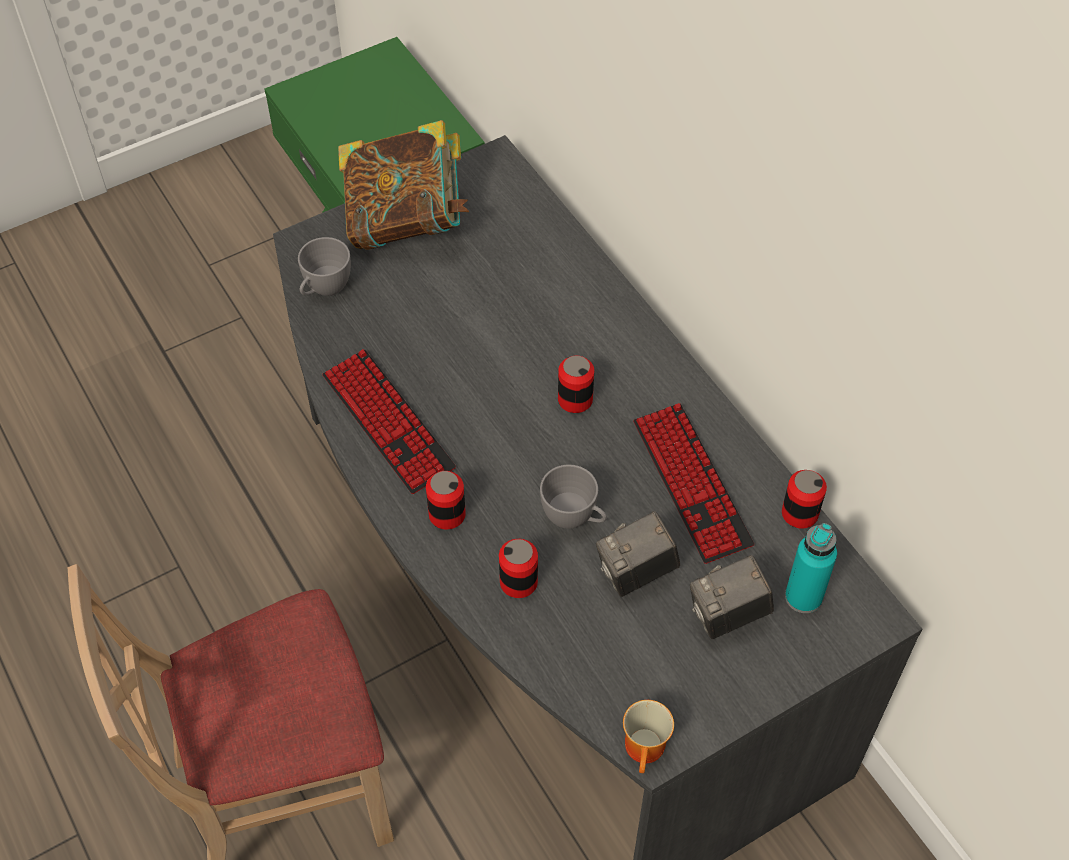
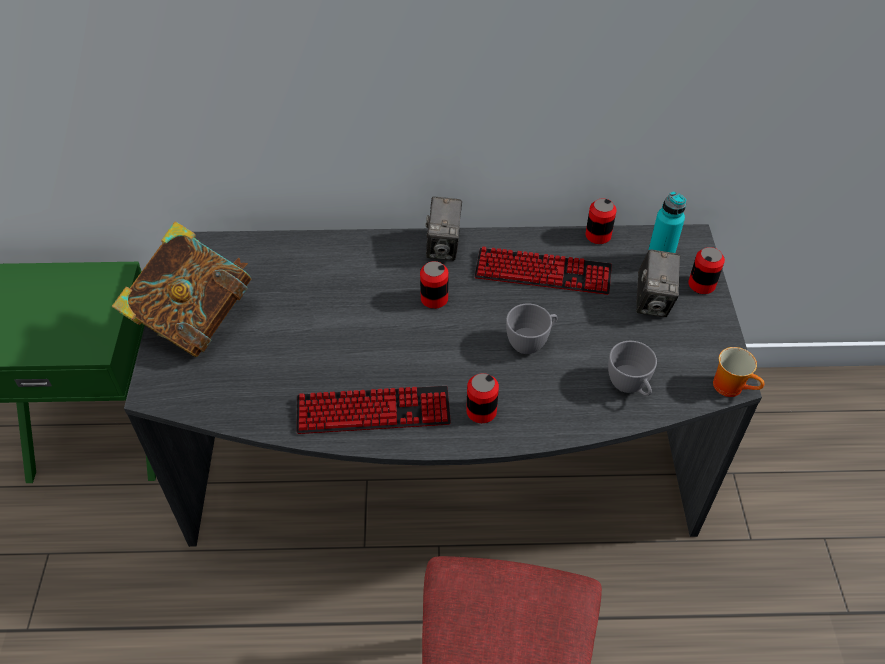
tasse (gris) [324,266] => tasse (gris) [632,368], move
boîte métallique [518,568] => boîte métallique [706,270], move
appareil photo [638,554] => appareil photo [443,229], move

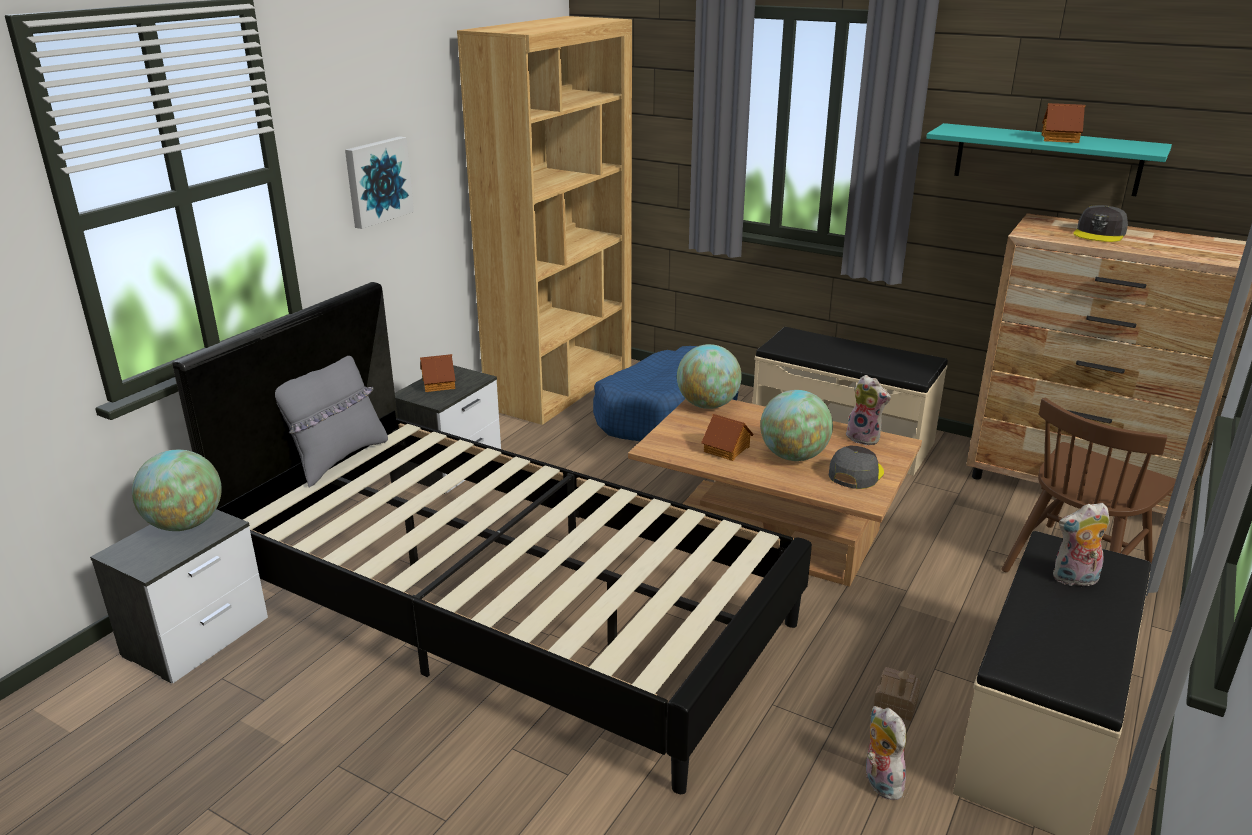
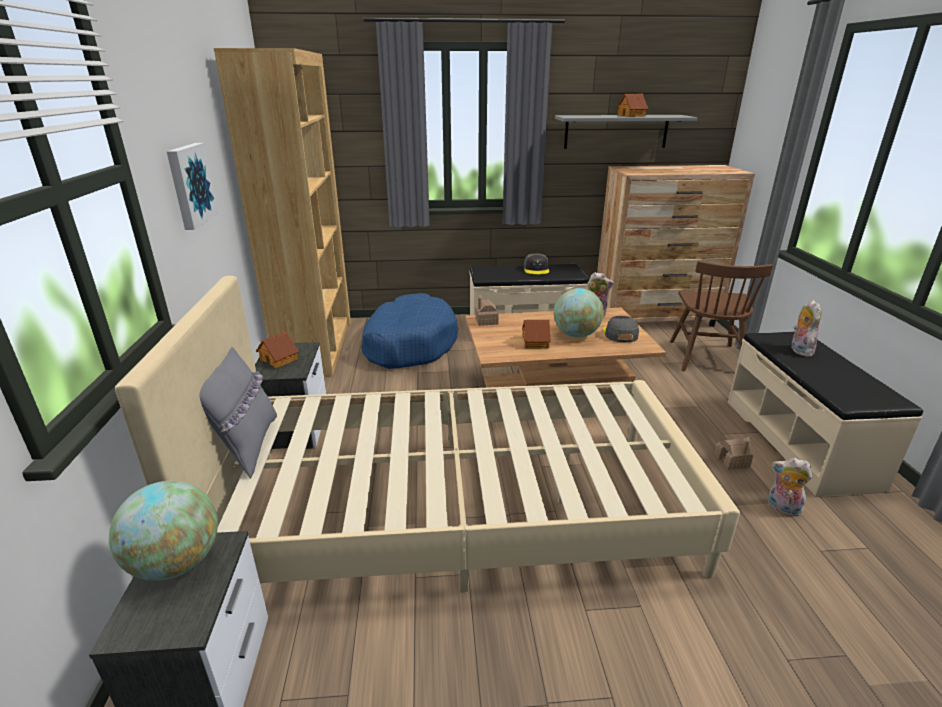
casquette (gris) [1100,223] => casquette (gris) [536,264], move
globe [709,376] => maison miniature [487,310]
lit (noir) [492,538] => lit (beige) [427,434]
étagère (turquoise) [1049,159] => étagère (gris) [626,132]
peluche [1081,544] => peluche [806,328], 135 degrees clockwise

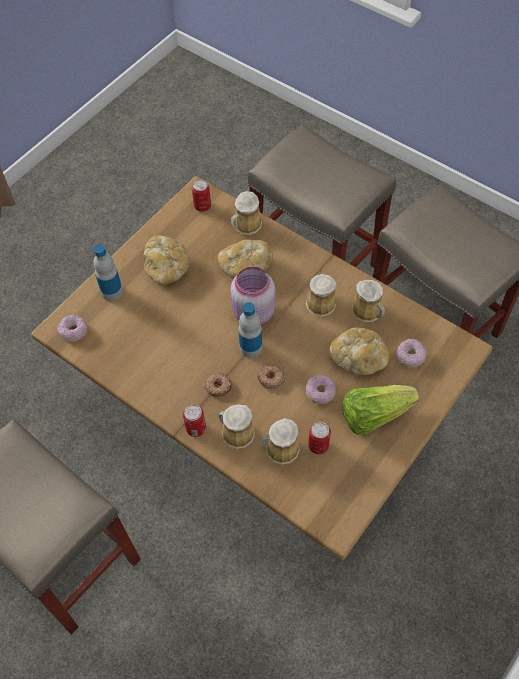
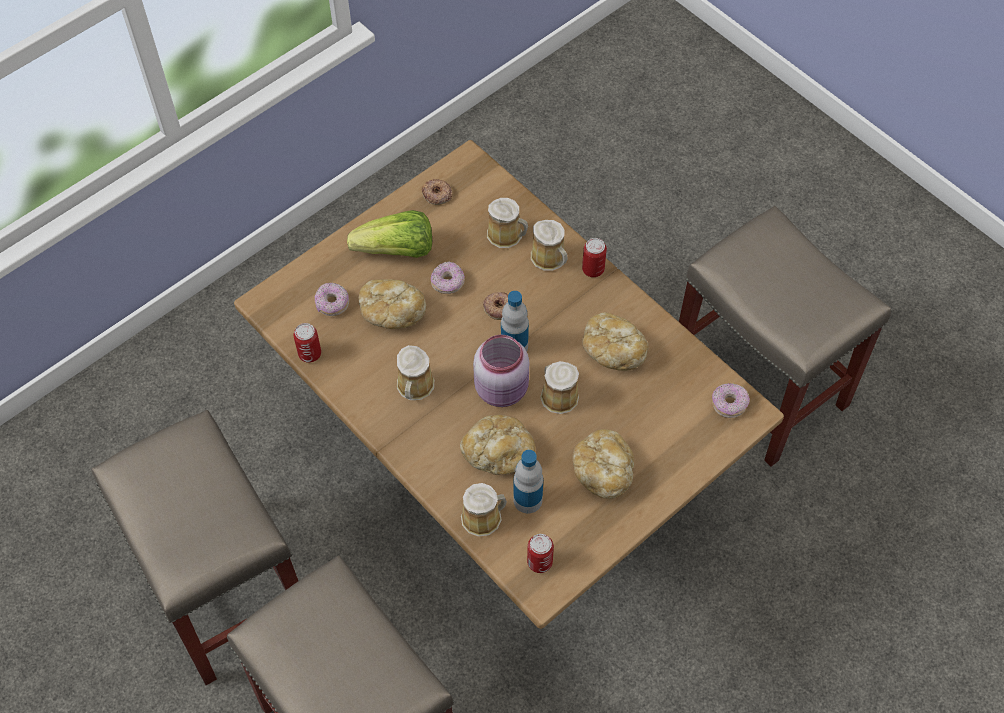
nothing => pain [615,341]
bouteille [108,272] => bouteille [528,482], move
beignet [218,385] => beignet [437,192], move
boîte métallique [319,438] => boîte métallique [307,343], move
mug [368,301] => mug [559,387], move

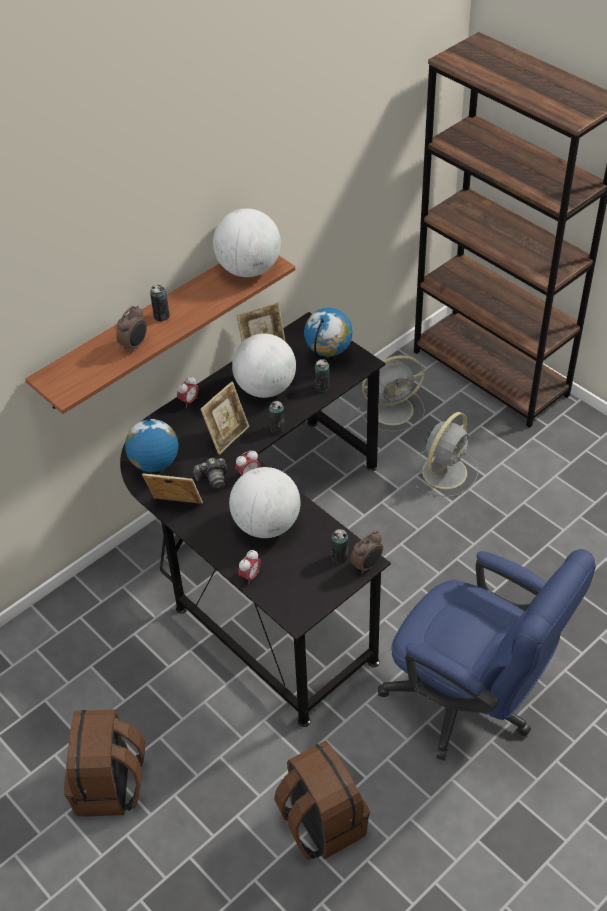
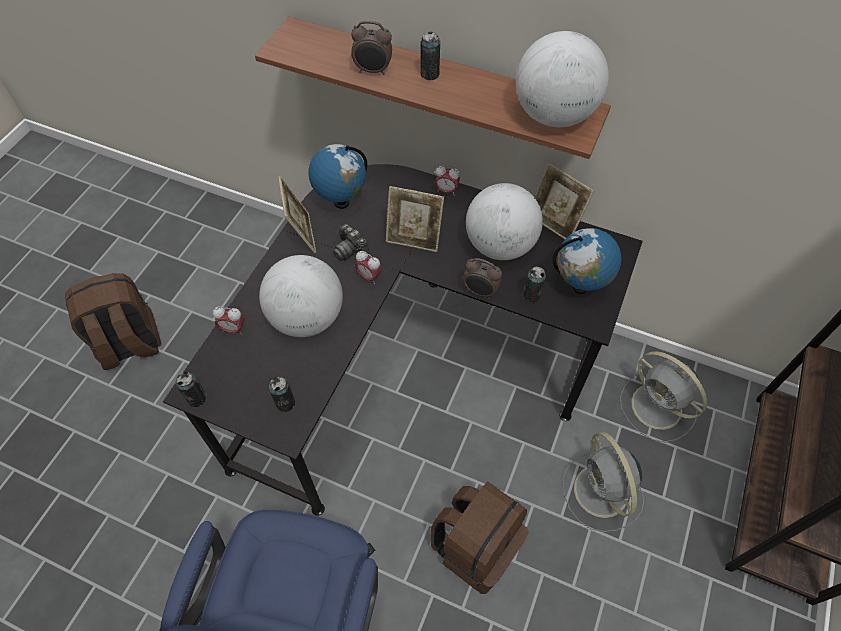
boîte métallique [277,417] => boîte métallique [191,389], move
sac à dos (marron) [322,800] => sac à dos (marron) [479,538], move
réveil [366,552] => réveil [482,278], move
ventilateur (gris) [446,454] => ventilateur (gris) [603,482], 60 degrees clockwise

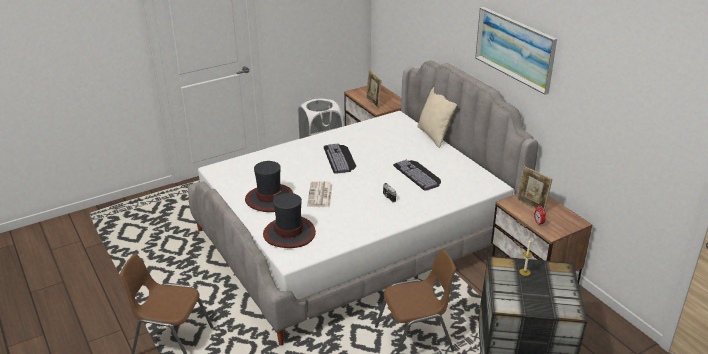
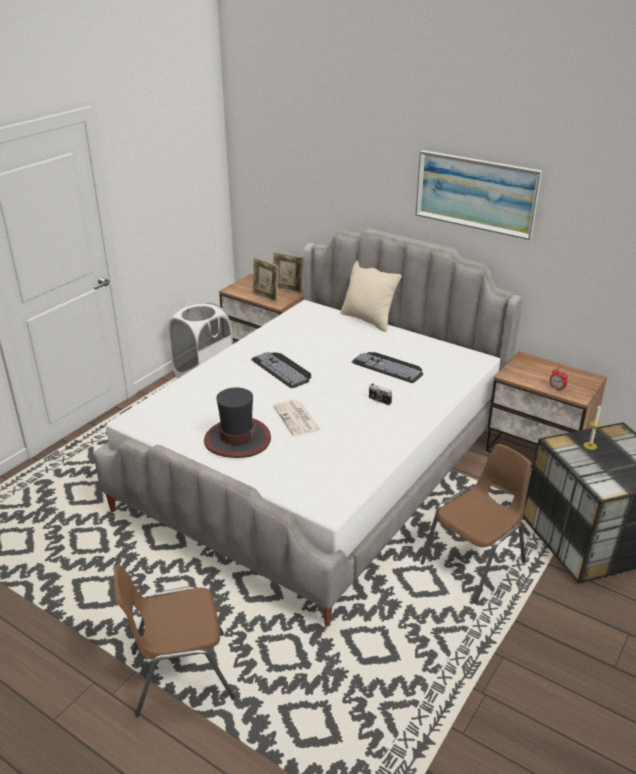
chapeau [289,220] => nothing
cadre photo [534,188] => cadre photo [288,273], move

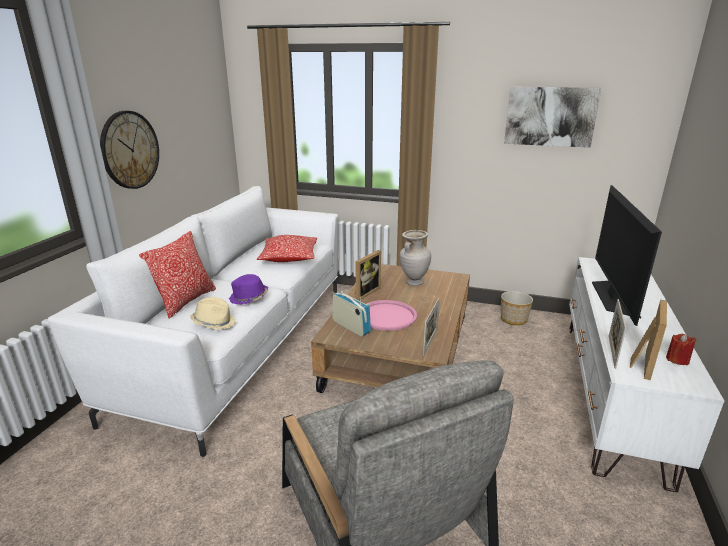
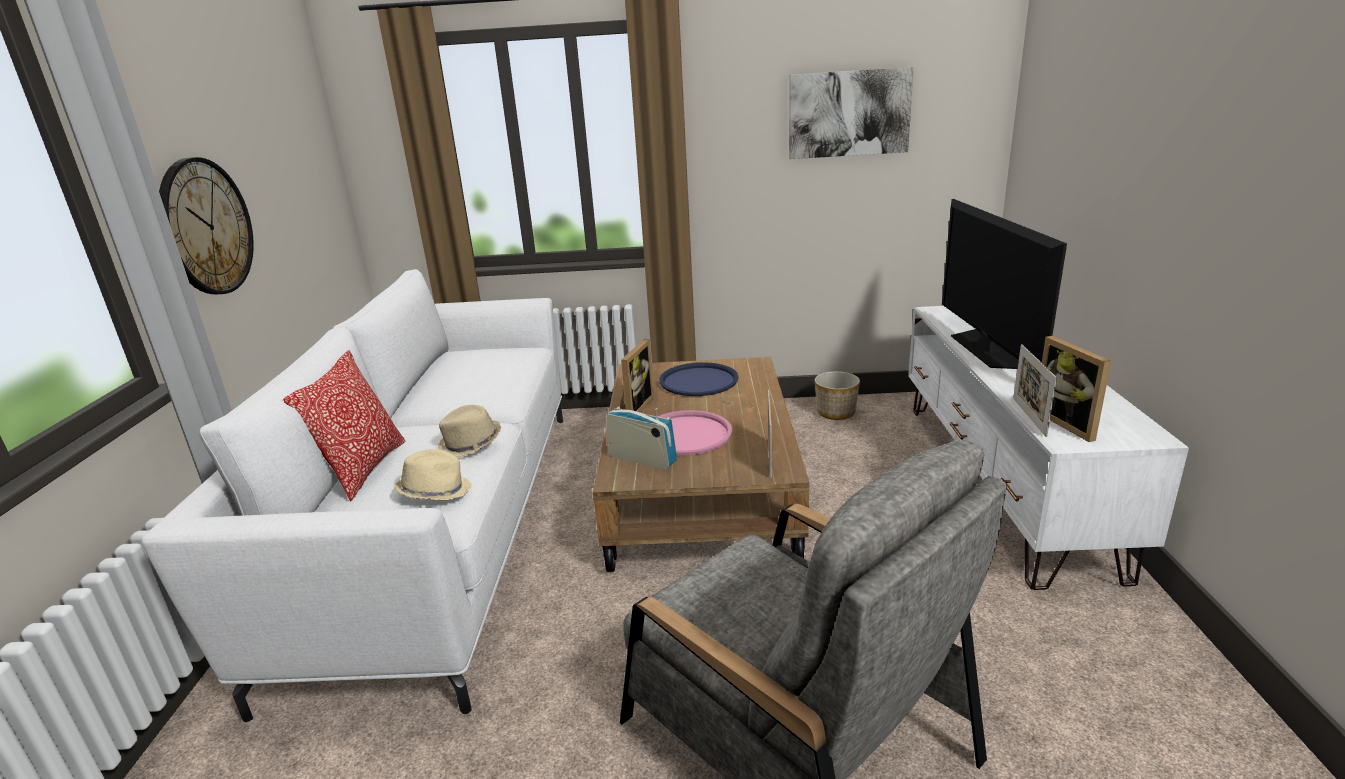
coussin [287,248] => nothing
bougie (rouge) [681,349] => nothing
vase (beige) [415,258] => plateau (bleu) [699,379]
chapeau (violet) [248,289] => chapeau (beige) [469,431]
cadre photo [648,340] => cadre photo [1076,389], 150 degrees clockwise

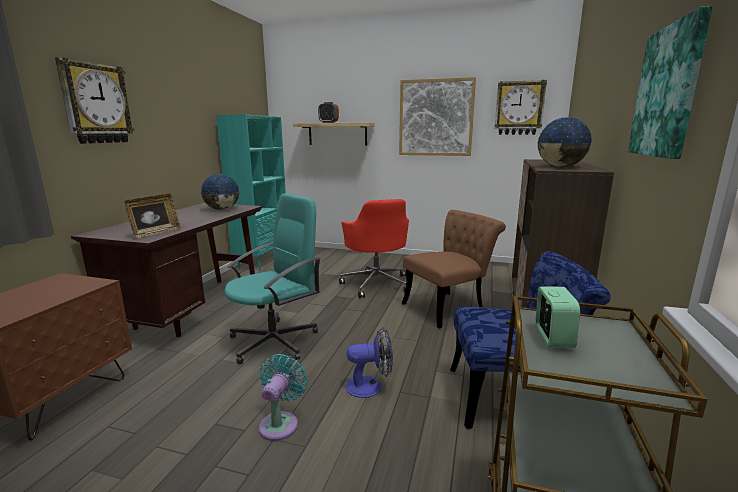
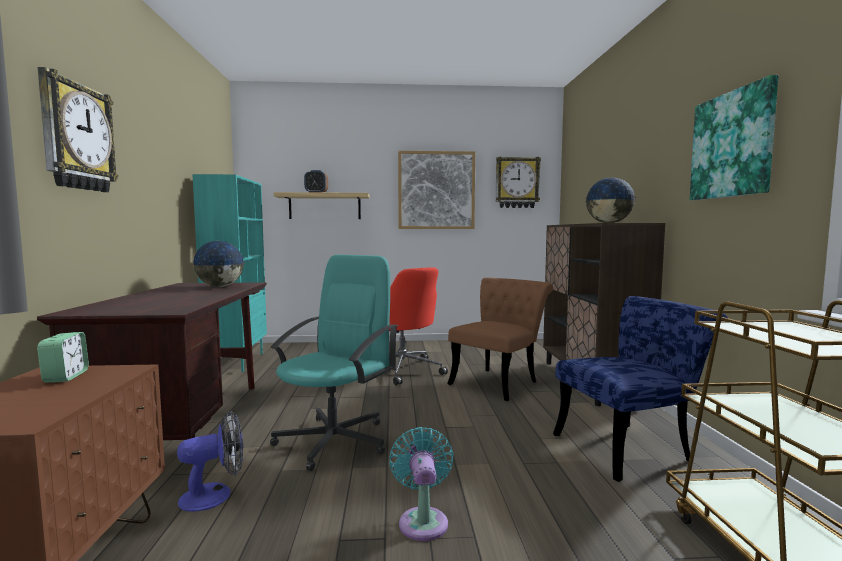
cadre photo [152,216] => nothing
ventilateur [369,362] => ventilateur [210,461], move
réveil [557,317] => réveil [63,357], move

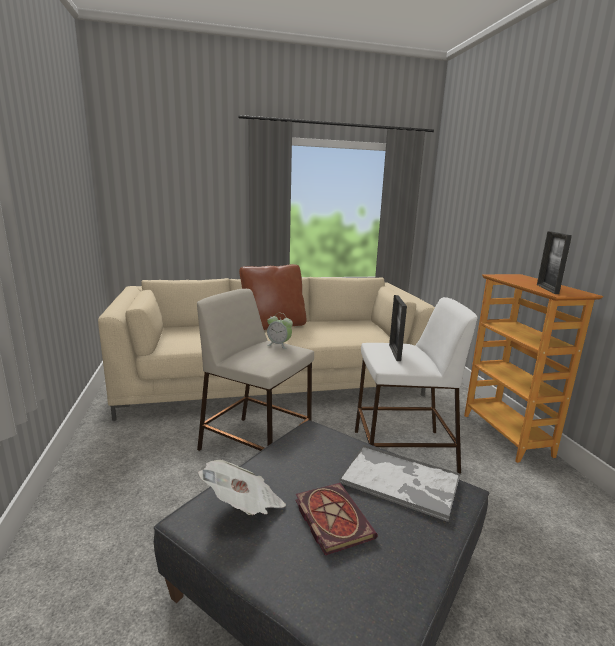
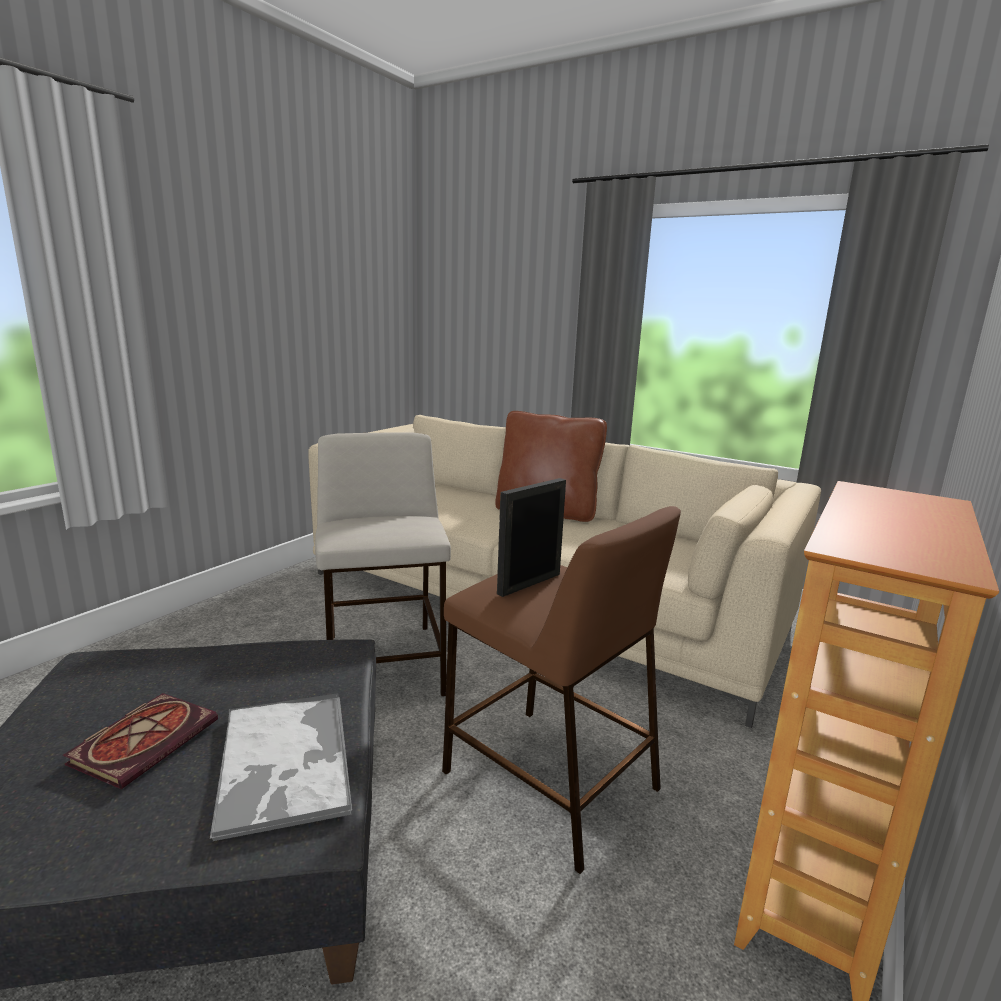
journal [242,487] => nothing
réveil [280,331] => nothing
cadre photo [554,262] => nothing
tabouret (blanc) [416,385] => tabouret (marron) [561,690]

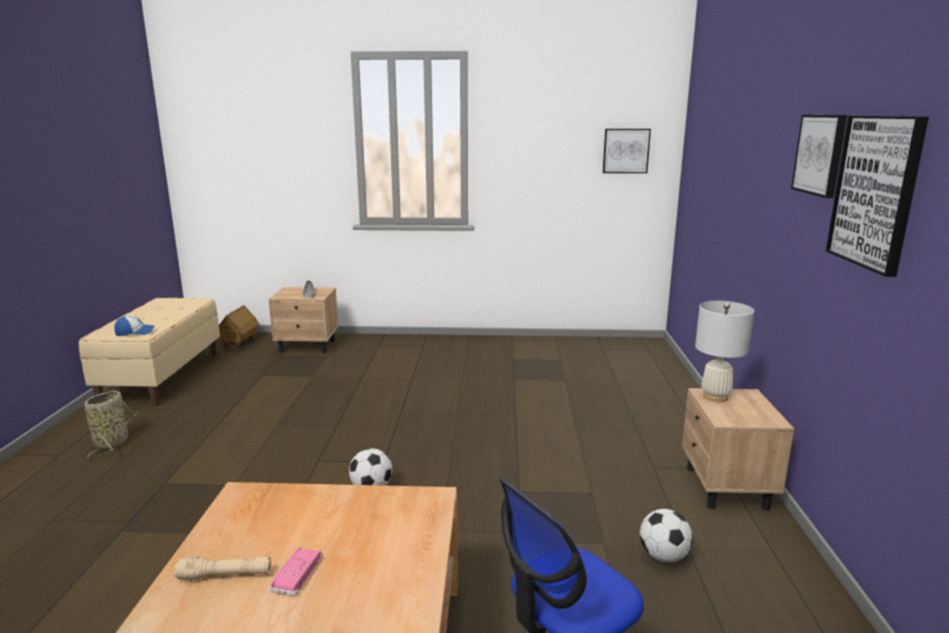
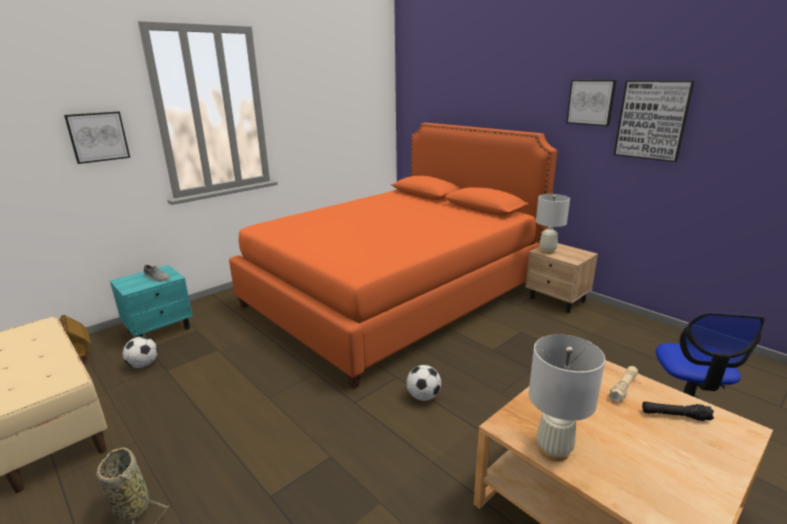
casquette [134,326] => nothing
petite voiture (rose) [296,571] => nothing
nothing => lit (orange) [393,256]
nothing => lampe de table (blanc) [567,398]
nothing => lampe de poche (noir) [678,411]
lampe de poche (beige) [222,568] => lampe de poche (beige) [623,384], move
tableau [627,151] => tableau [97,138], move
ballon de foot [666,536] => ballon de foot [140,352], move
table de chevet (beige) [303,320] => table de chevet (turquoise) [151,301]

